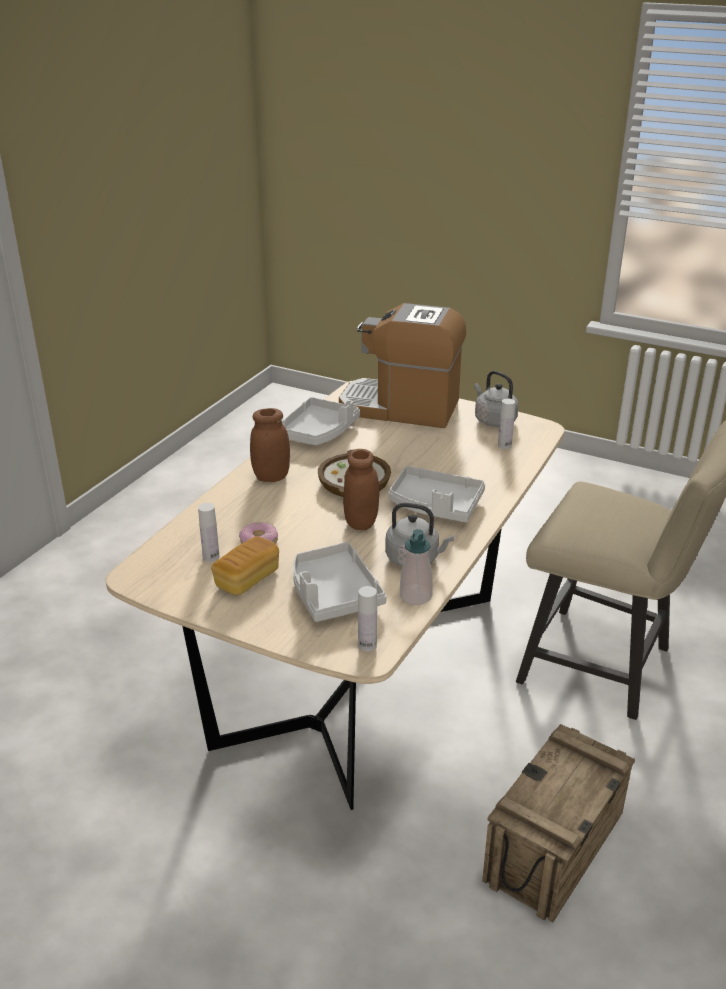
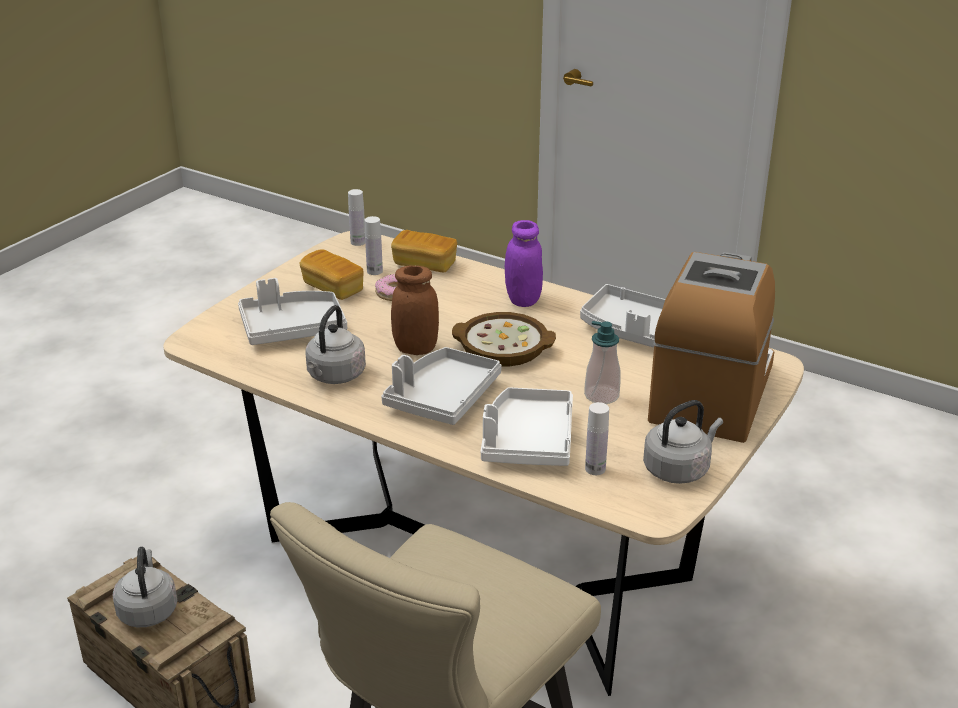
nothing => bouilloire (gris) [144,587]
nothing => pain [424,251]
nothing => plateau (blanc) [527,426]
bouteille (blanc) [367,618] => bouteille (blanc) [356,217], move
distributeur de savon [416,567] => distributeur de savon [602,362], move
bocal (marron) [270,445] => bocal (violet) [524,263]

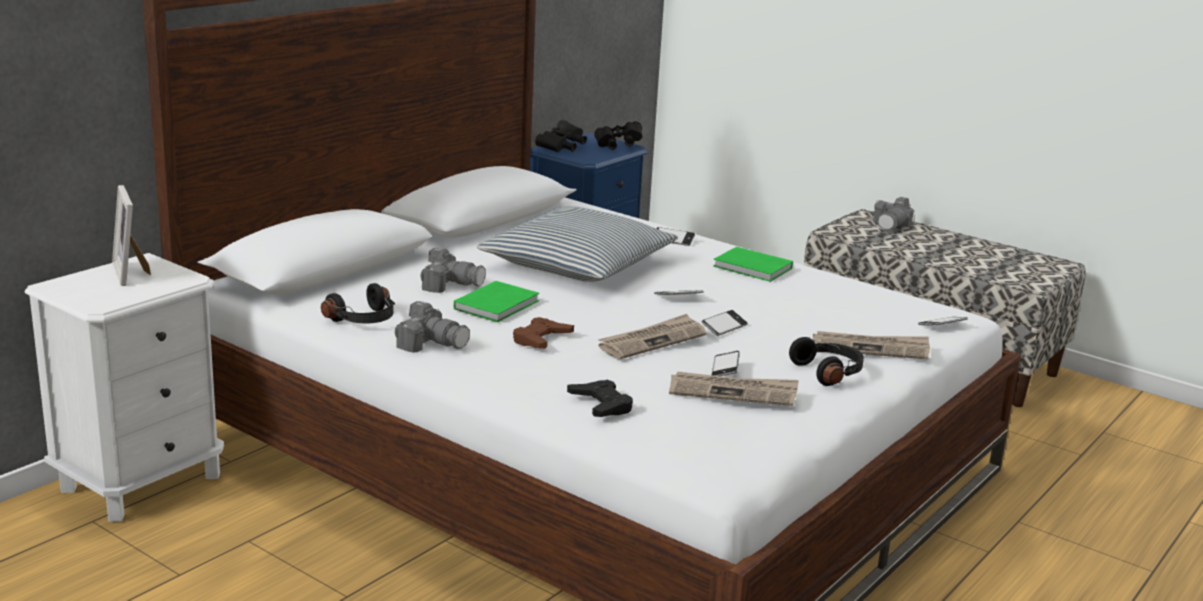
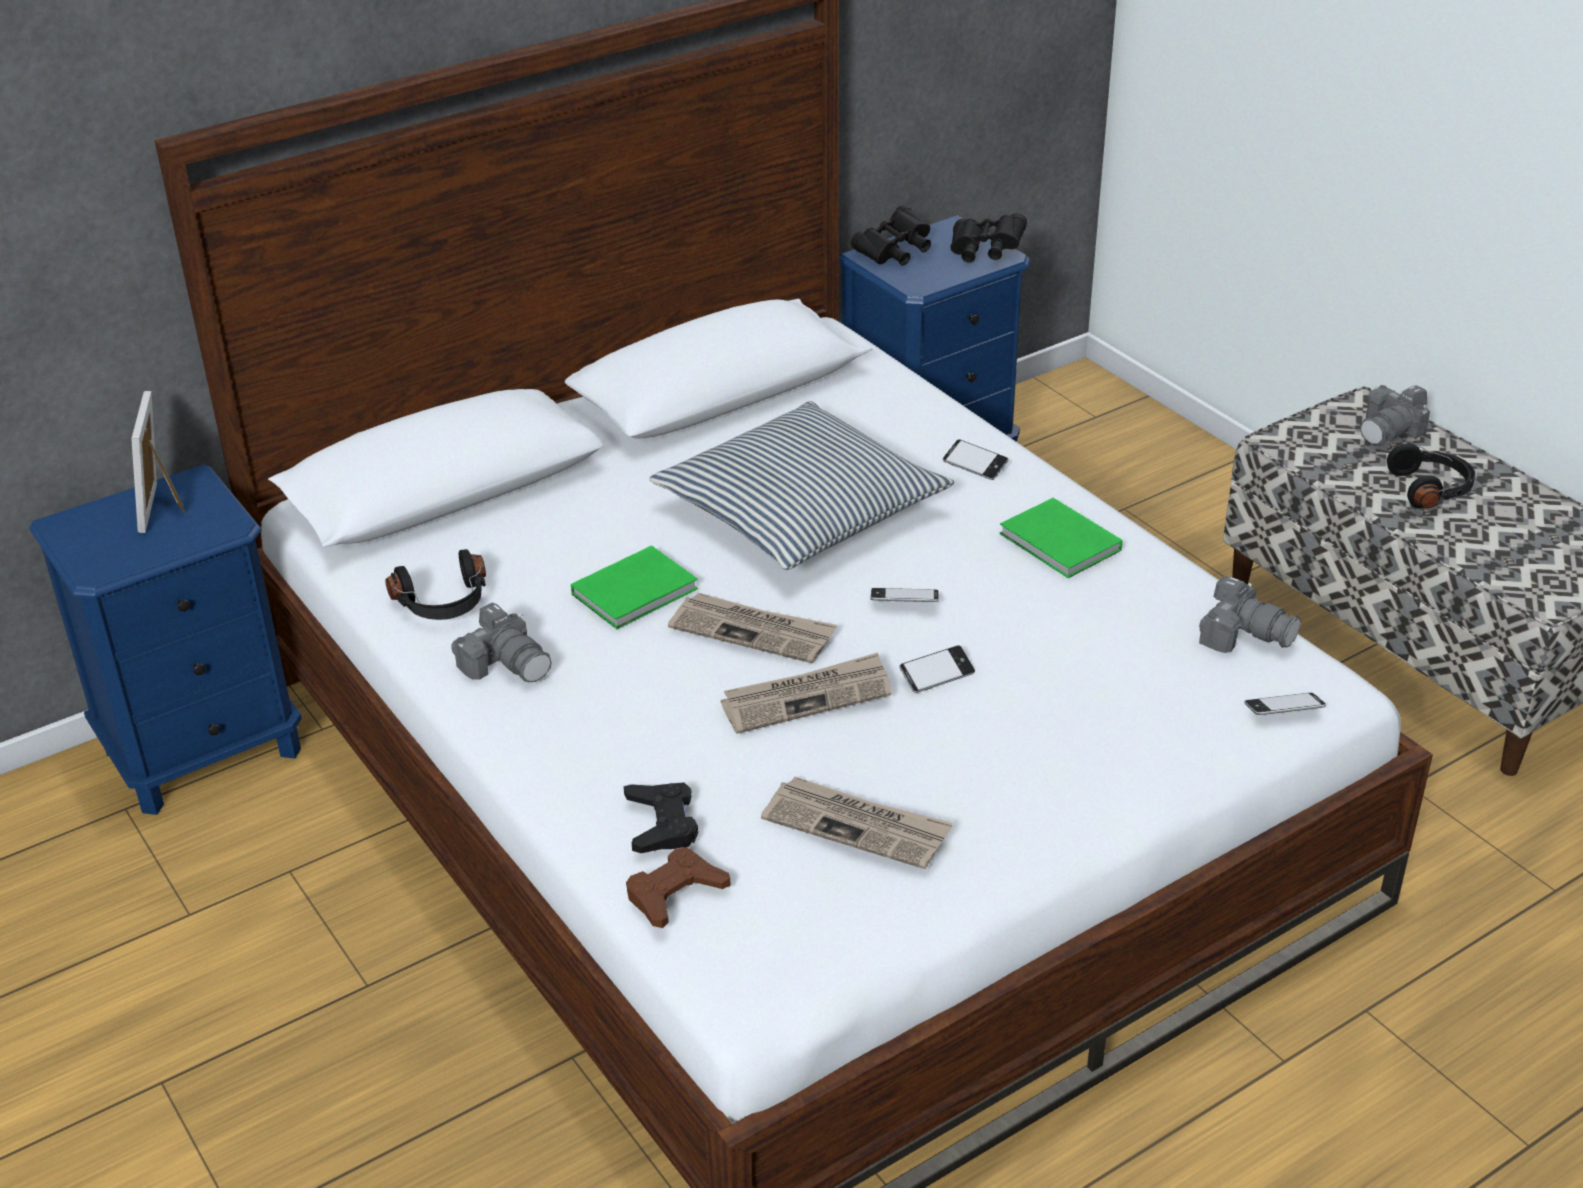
téléphone [726,363] => nothing
appareil photo [453,270] => appareil photo [1250,614], move
manette (marron) [543,333] => manette (marron) [678,887], move
casque audio (noir) [826,361] => casque audio (noir) [1431,476], move
journal [871,345] => journal [752,628], move
table de chevet (blanc) [124,387] => table de chevet (bleu) [165,639]

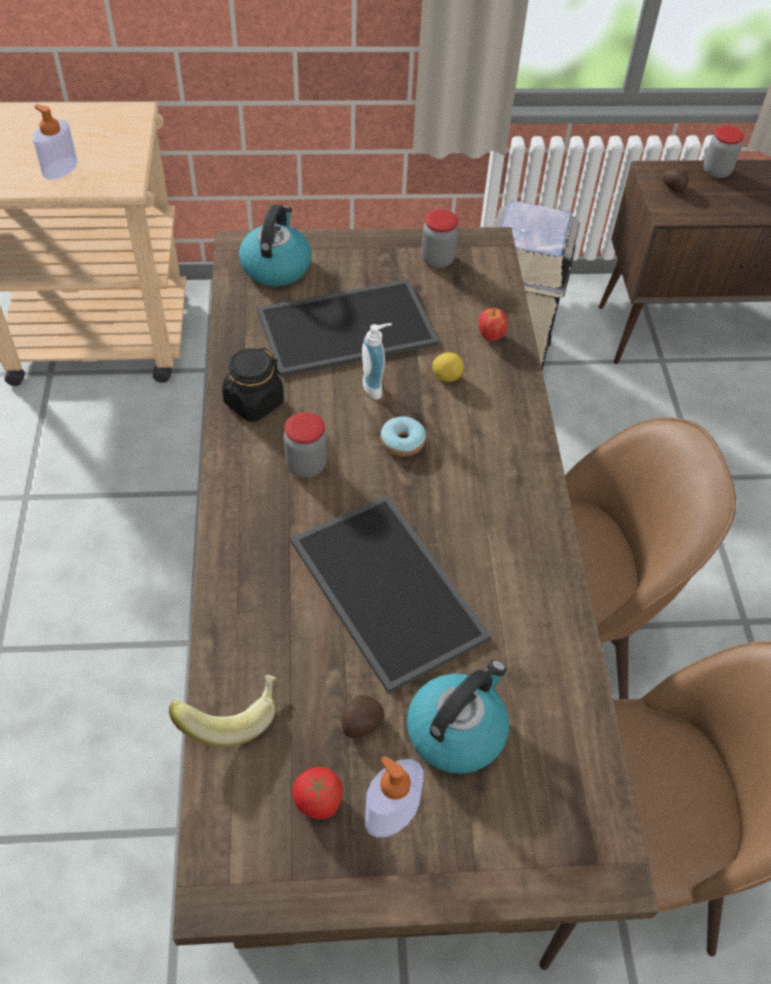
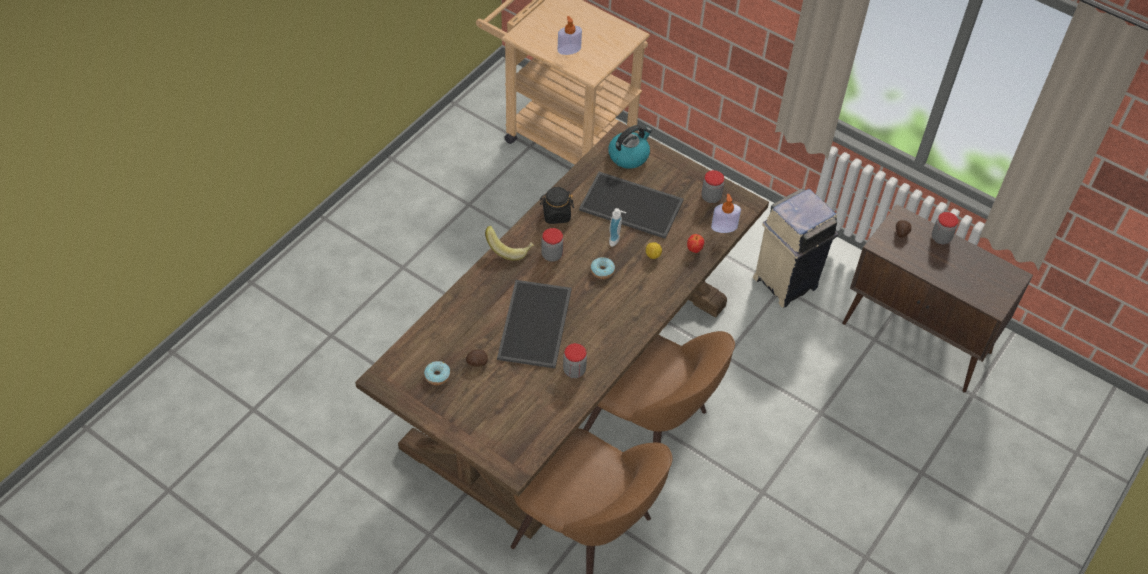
bouilloire [458,717] => nothing
nothing => bocal [575,360]
banane [222,711] => banane [509,243], move
distributeur de savon [394,796] => distributeur de savon [726,213], move
tomate [318,793] => beignet [437,373]

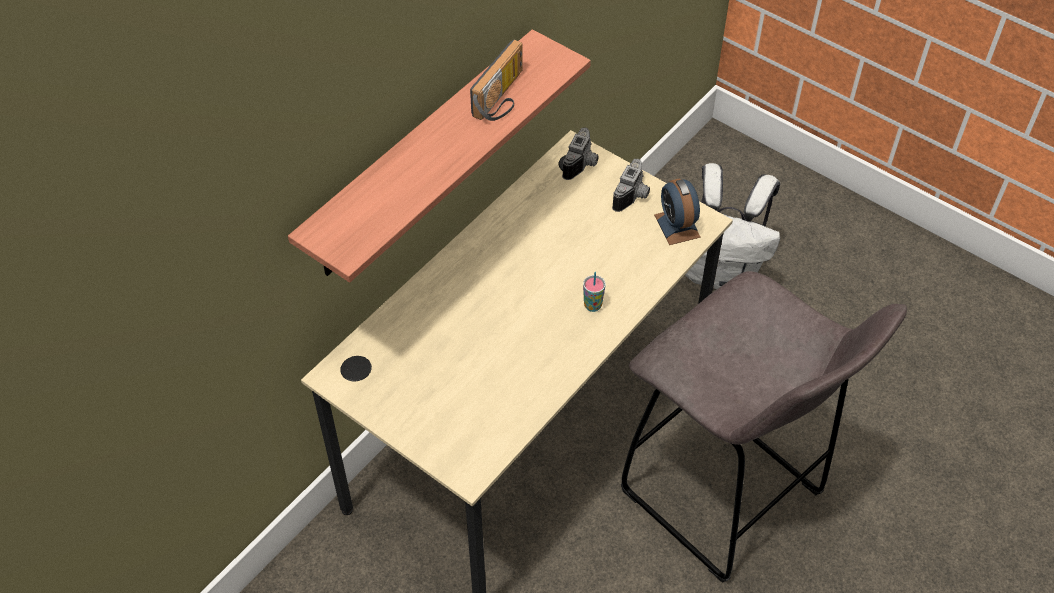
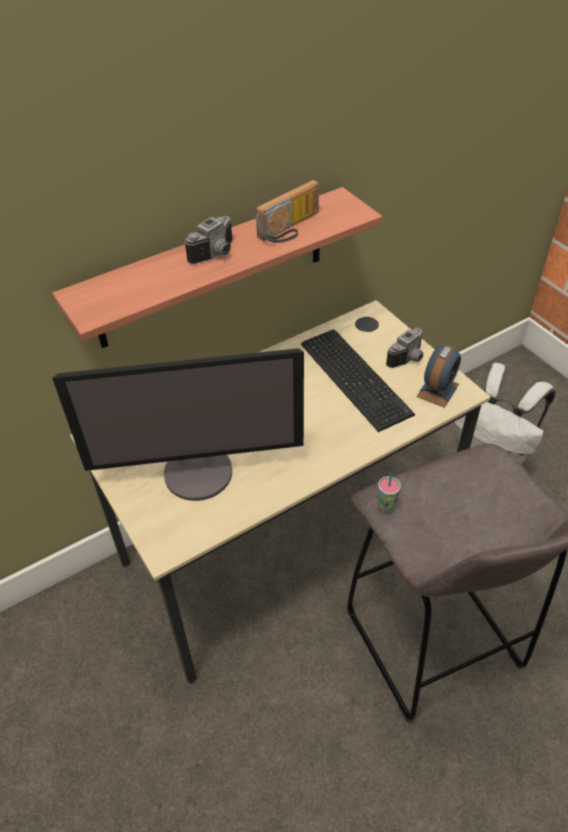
nothing => écran d'ordinateur [178,424]
nothing => clavier [358,381]
appareil photo [580,154] => appareil photo [209,240], move
tasse [594,292] => tasse [389,493], move
réveil [677,212] => réveil [438,377], 150 degrees counterclockwise

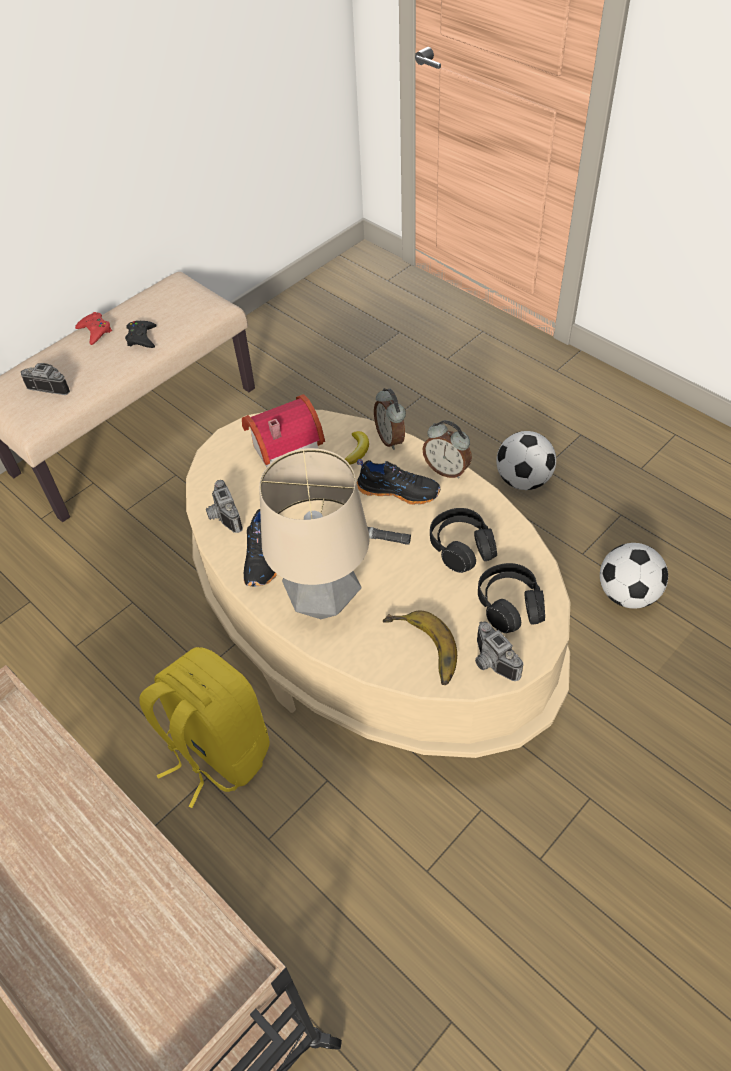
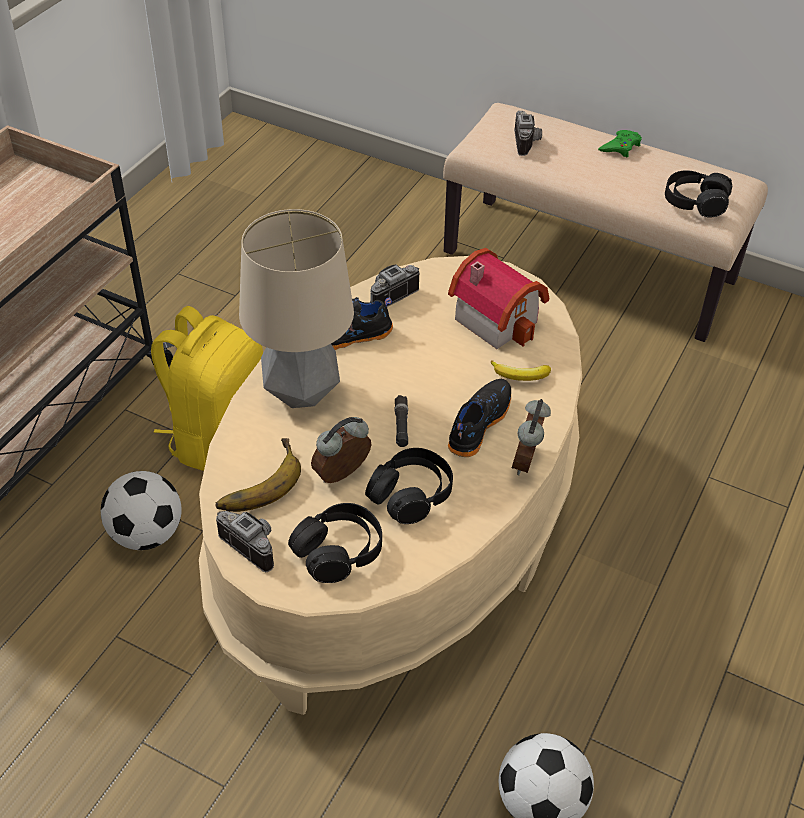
manette (noir) [141,334] => nothing
nothing => casque audio (noir) [698,194]
réveil [390,419] => réveil [341,450], move
ballon de foot [526,460] => ballon de foot [141,510], move
manette (rouge) [93,328] => manette (vert) [620,143]
chaussure (noir) [398,482] => chaussure (noir) [479,418], 150 degrees counterclockwise
appareil photo [499,651] => appareil photo [245,541], 90 degrees clockwise

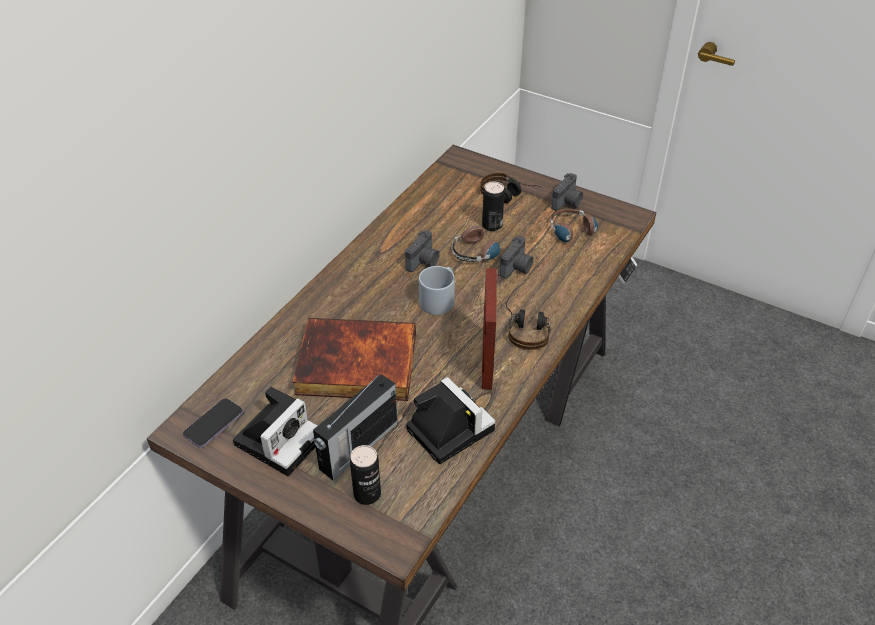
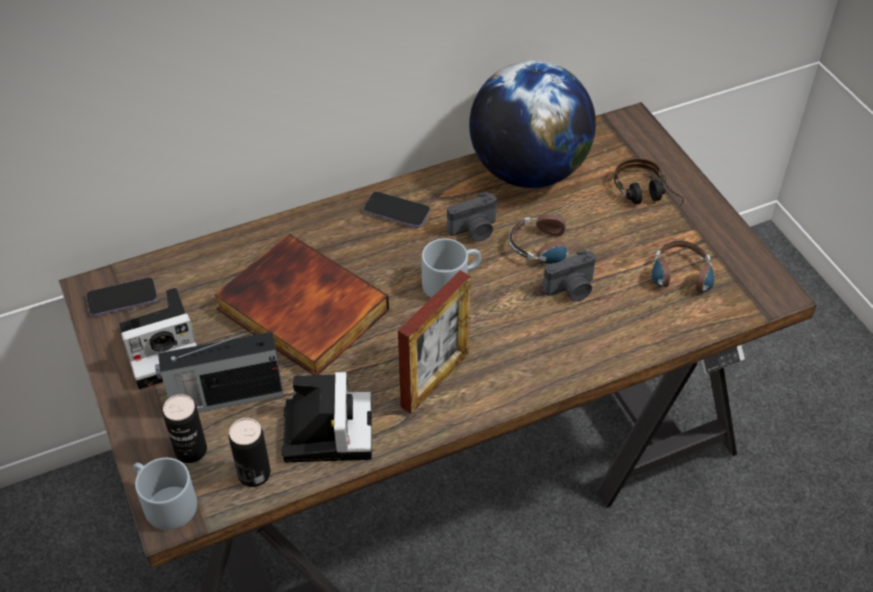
casque audio [528,318] => nothing
appareil photo [567,192] => nothing
nothing => mug (gris) [165,494]
nothing => téléphone [396,210]
nothing => globe [532,124]
boîte métallique [493,206] => boîte métallique [250,452], move

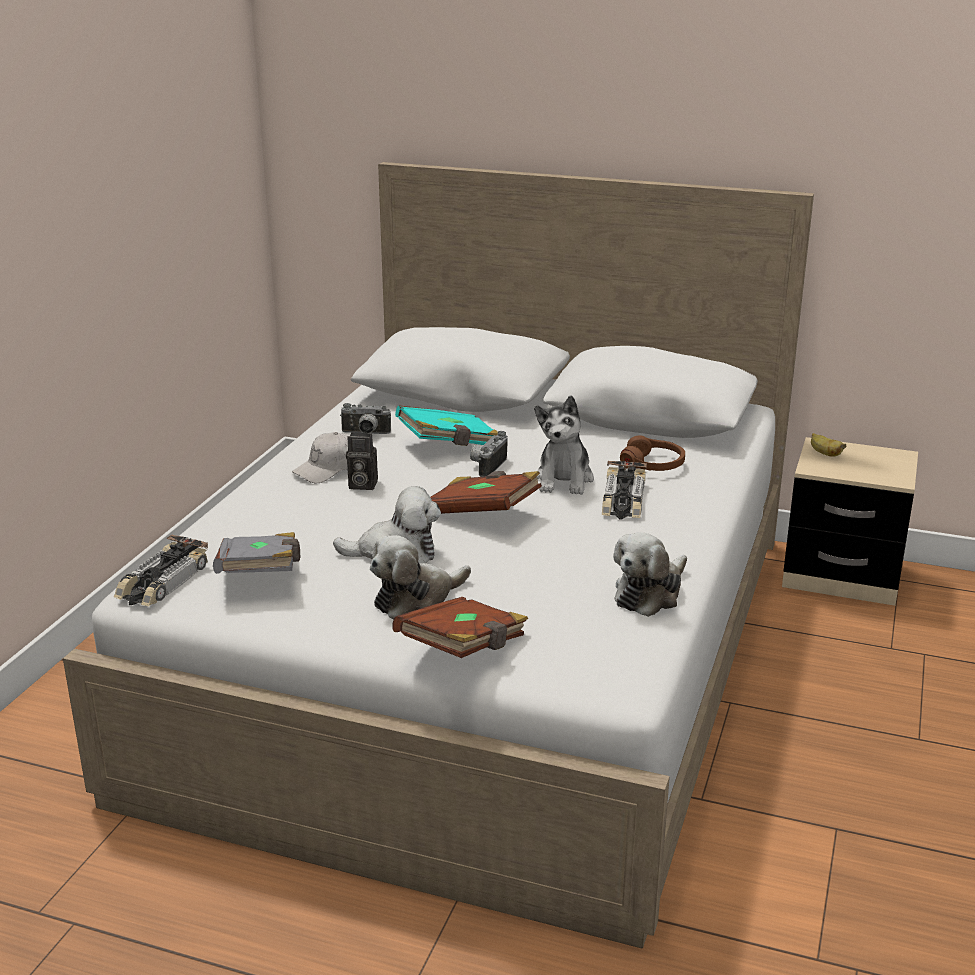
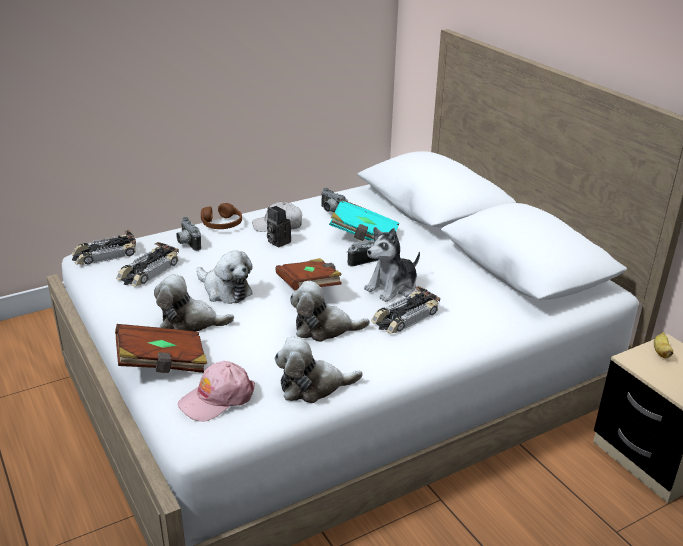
nothing => appareil photo [188,234]
nothing => casquette (rose) [216,391]
nothing => peluche [330,311]
casque audio (marron) [652,453] => casque audio (marron) [221,216], move
livre (gris) [256,553] => petite voiture [147,264]

